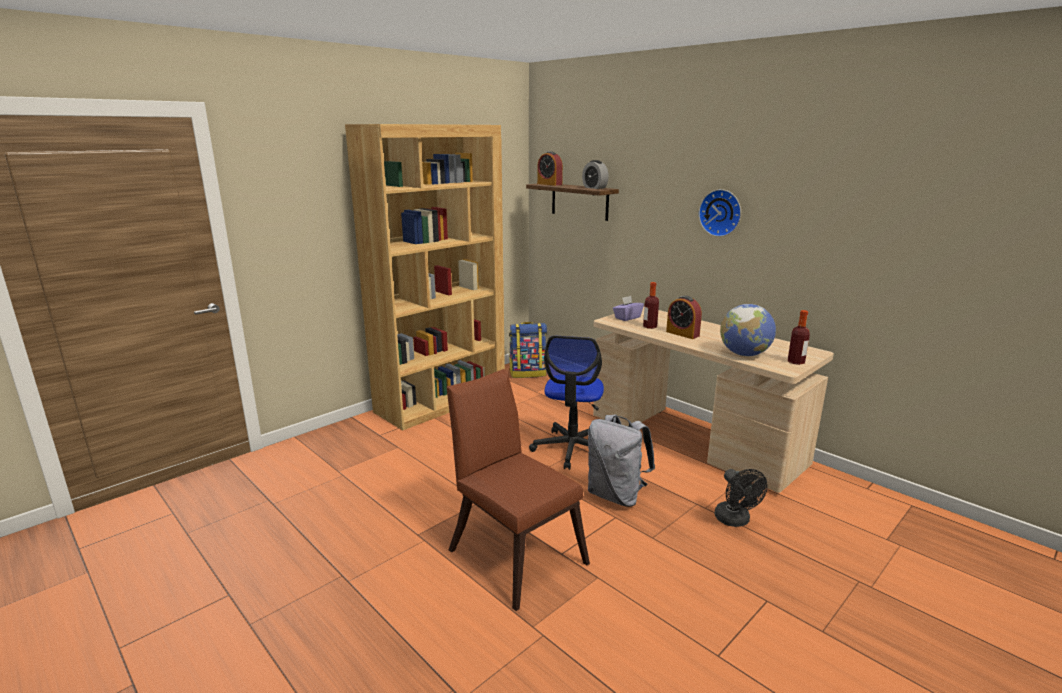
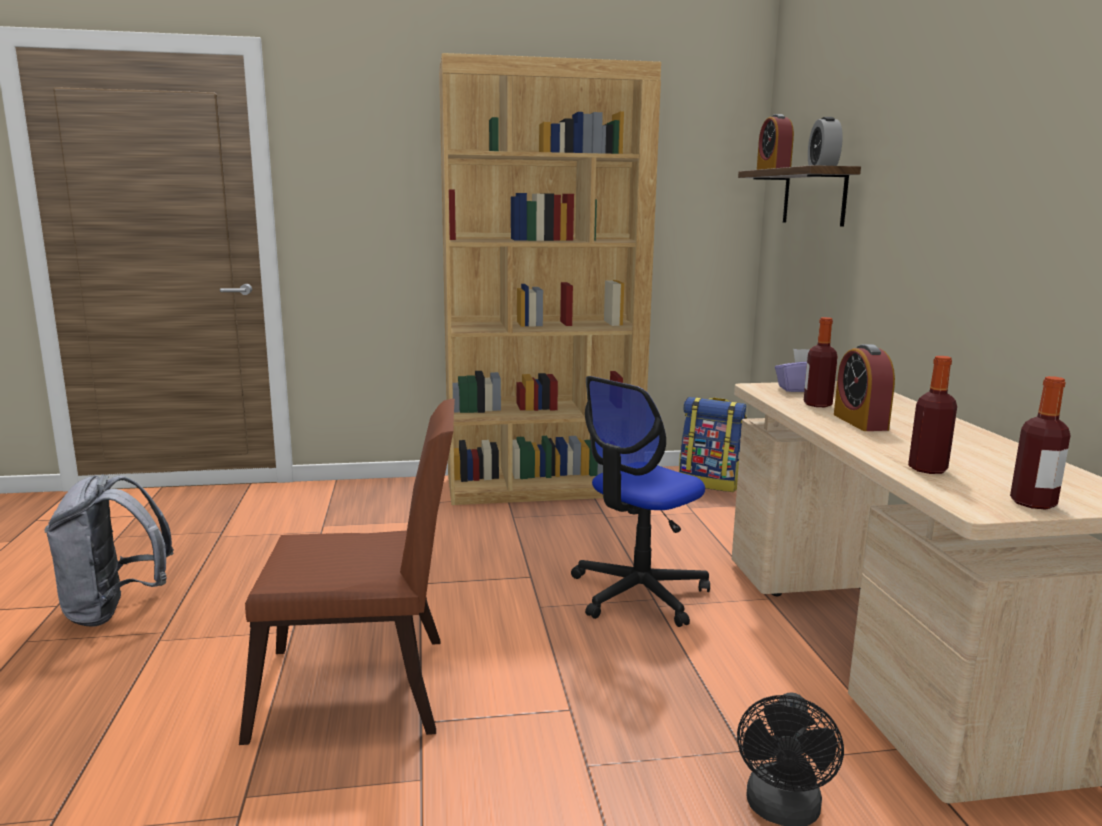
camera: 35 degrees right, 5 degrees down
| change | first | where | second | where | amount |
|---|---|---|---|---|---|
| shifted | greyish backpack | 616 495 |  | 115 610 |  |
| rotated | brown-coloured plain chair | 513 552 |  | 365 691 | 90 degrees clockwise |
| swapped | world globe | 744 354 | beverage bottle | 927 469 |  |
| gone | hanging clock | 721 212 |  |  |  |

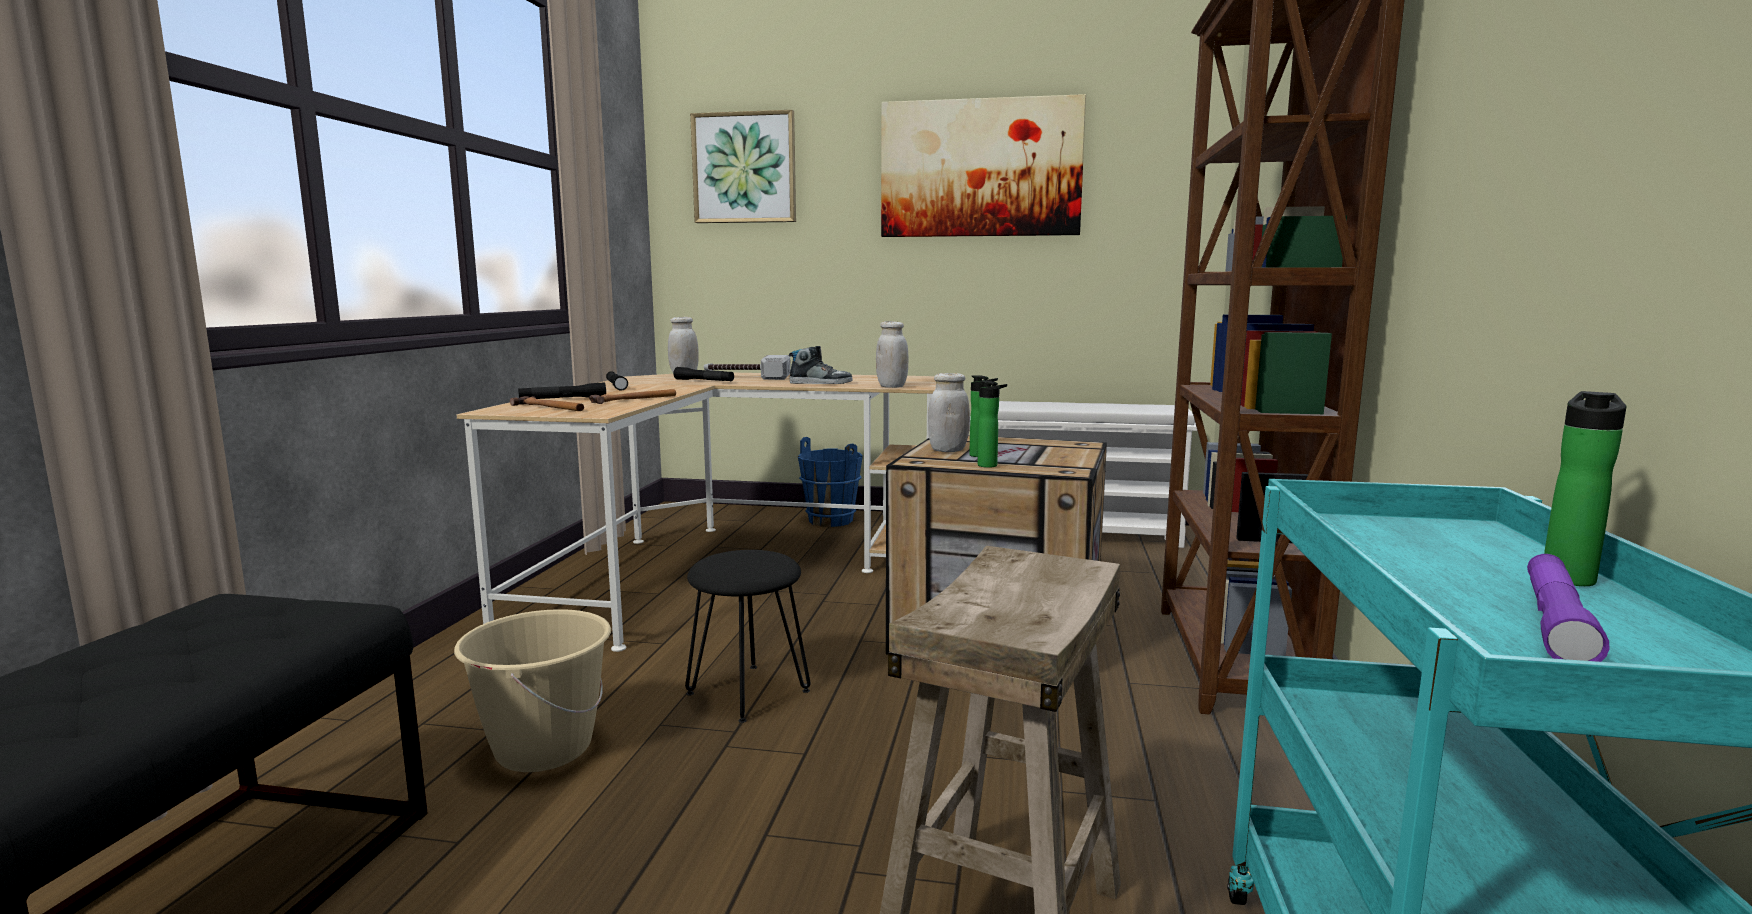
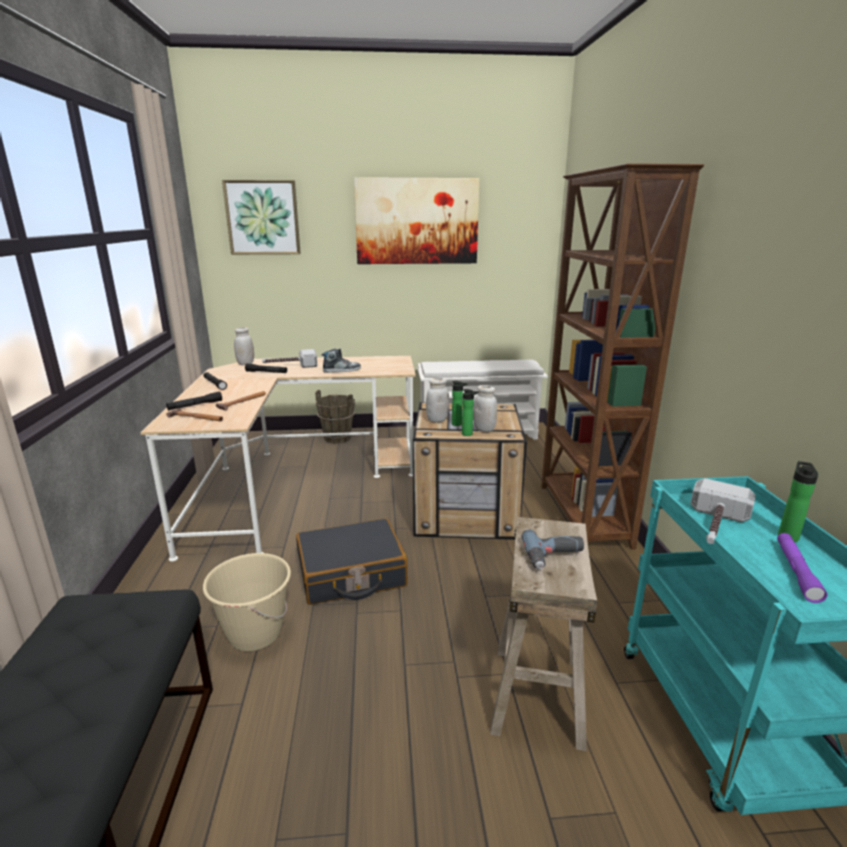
camera: 15 degrees left, 10 degrees up
| change | first | where | second | where | amount |
|---|---|---|---|---|---|
| swapped | black sitting stool | 749 692 | black piece of luggage | 351 574 |  |
| repainted | bluish water bucket | 831 520 | brown-coloured water bucket | 337 438 |  |
| shifted | white-coloured jar | 892 386 |  | 484 429 |  |
| new |  |  | power drill | 554 556 |  |
| new |  |  | tool hammer | 715 527 |  |

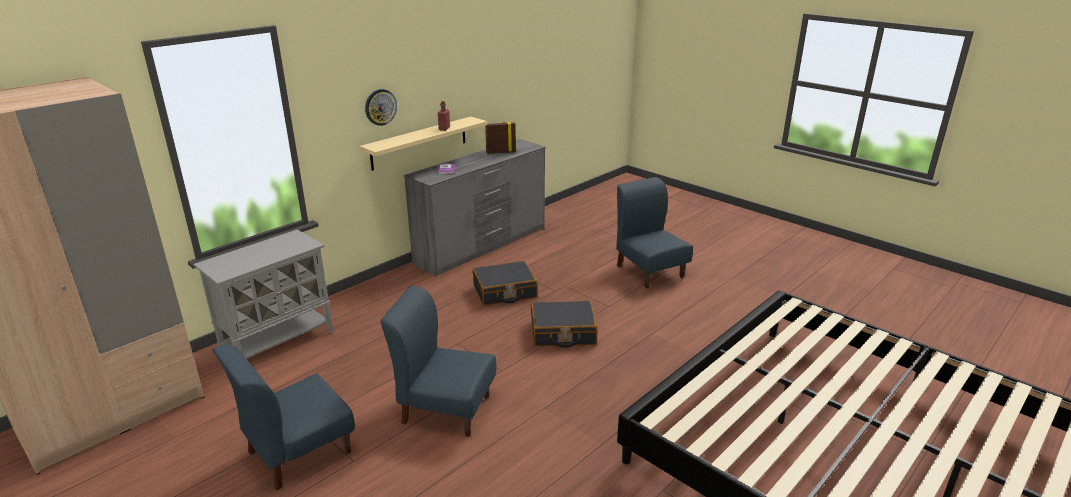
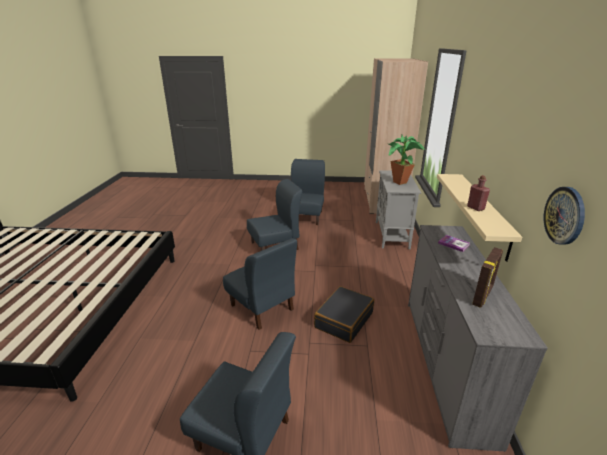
camera: 140 degrees right, 0 degrees up
| change | first | where | second | where | amount |
|---|---|---|---|---|---|
| swapped | black piece of luggage | 563 333 | bluish plain chair | 262 307 |  |
| new |  |  | houseplant | 400 183 |  |
| shifted | hanging clock | 380 107 |  | 564 215 |  |

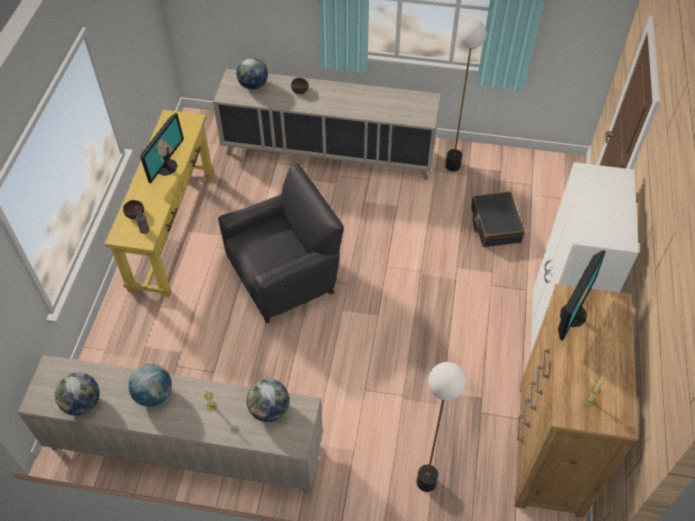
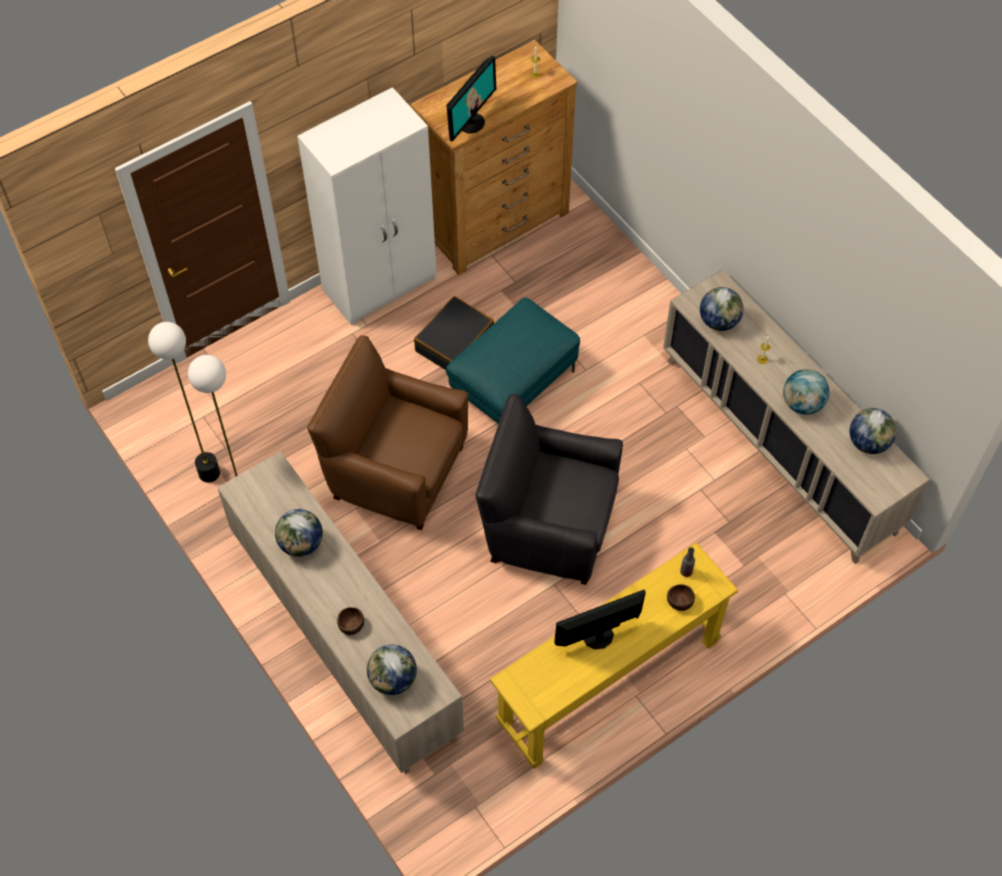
camera: 135 degrees left, 5 degrees up
| change | first | where | second | where | amount |
|---|---|---|---|---|---|
| shifted | standing lamp | 426 482 |  | 209 473 |  |
| new |  |  | world globe | 301 544 |  |
| new |  |  | brown-coloured easy chair | 396 470 |  |
| shifted | black piece of luggage | 495 225 |  | 455 343 |  |
| new |  |  | turquoise-coloured footrest | 513 383 |  |
| rotated | computer screen | 572 314 |  | 471 122 | 135 degrees clockwise |

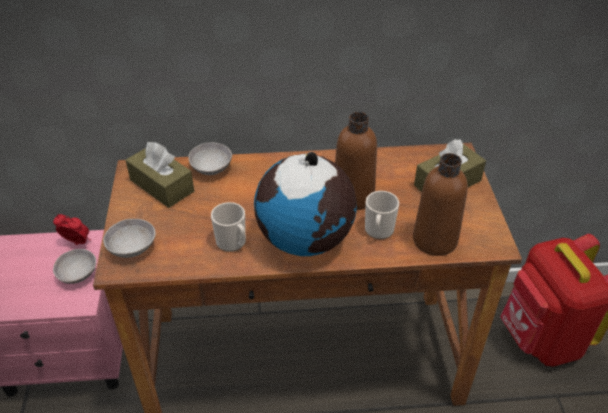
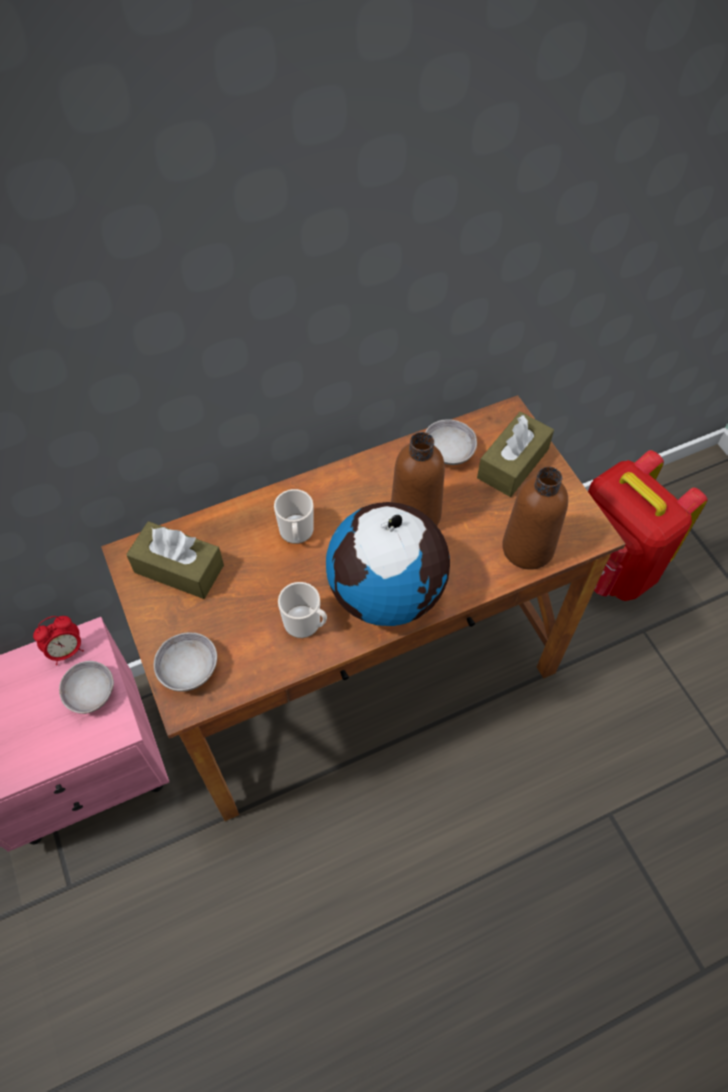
camera: 20 degrees left, 15 degrees up
| change | first | where | second | where | amount |
|---|---|---|---|---|---|
| rotated | bedside clock | 77 243 |  | 66 651 | 150 degrees clockwise |
| shifted | mug | 378 231 |  | 296 533 |  |
| shifted | greyish bowl | 211 168 |  | 448 452 |  |

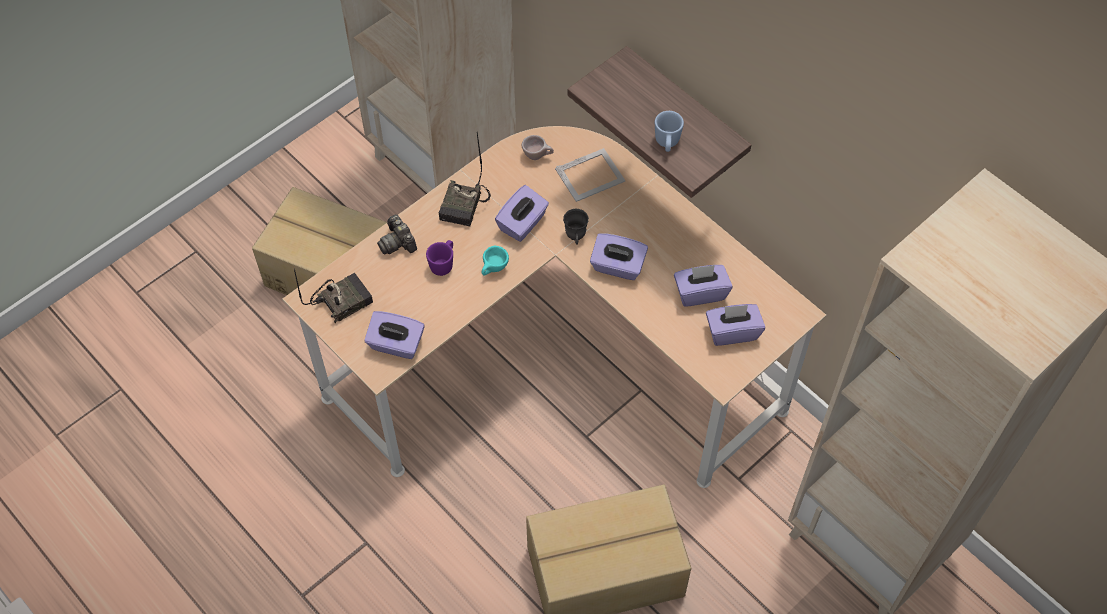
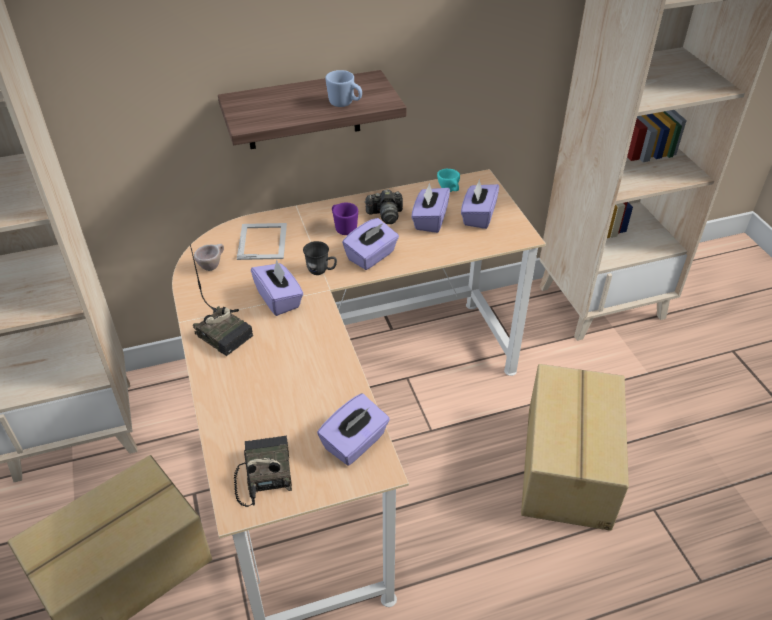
camera: 65 degrees left, 15 degrees down
| change | first | where | second | where | amount |
|---|---|---|---|---|---|
| shifted | purple mug | 443 264 |  | 343 228 |  |
| shifted | still camera | 397 242 |  | 385 215 |  |
| shifted | turquoise-coloured drinking cup | 494 270 |  | 450 191 |  |

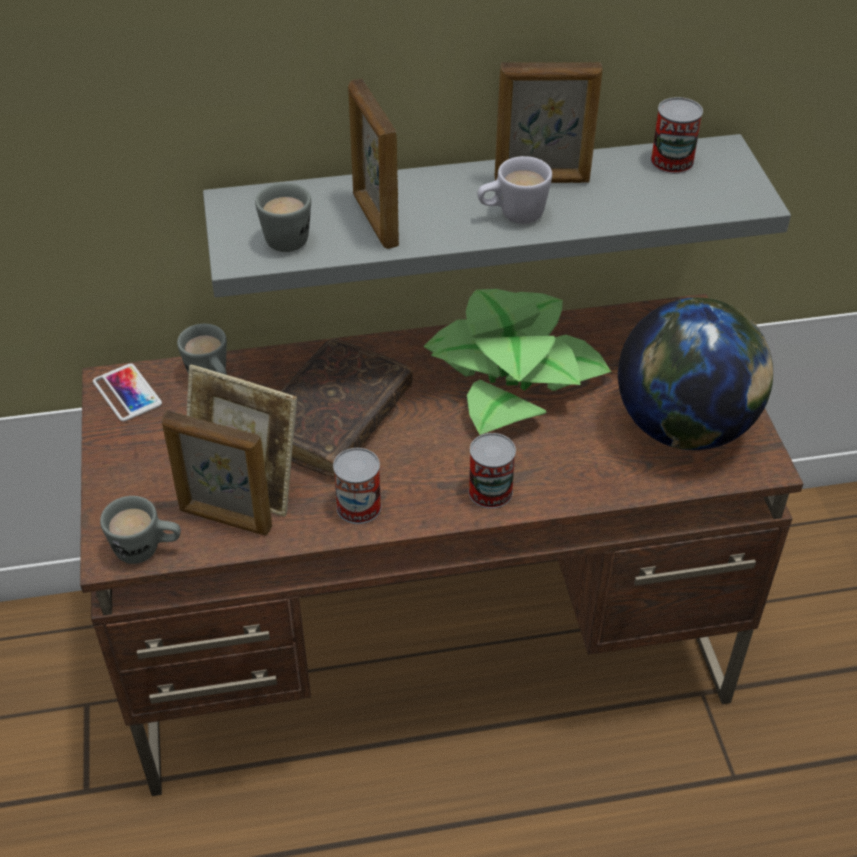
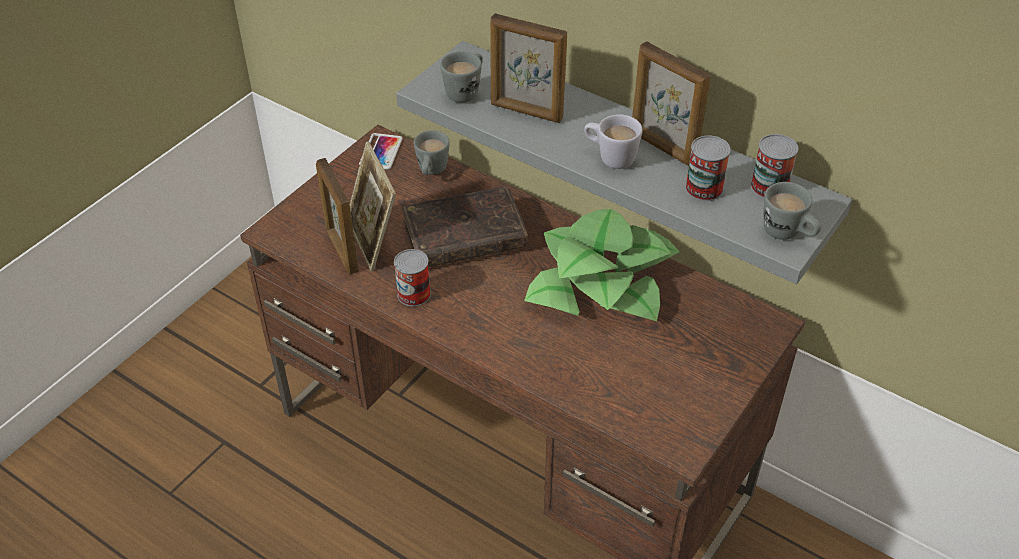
camera: 45 degrees right, 0 degrees up
| change | first | where | second | where | amount |
|---|---|---|---|---|---|
| rotated | picture frame | 375 220 |  | 526 112 | 90 degrees counterclockwise |
| shifted | sealed can | 490 491 |  | 704 188 |  |
| shifted | greyish mug | 147 550 |  | 788 234 |  |
| gone | world globe | 684 428 |  |  |  |

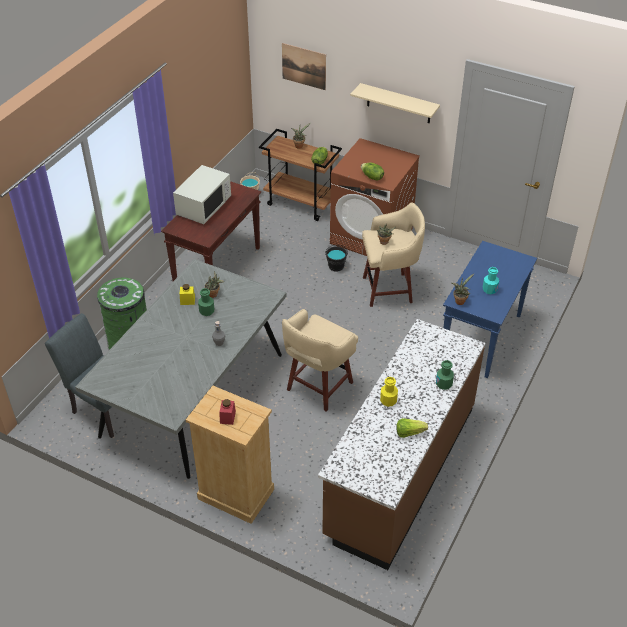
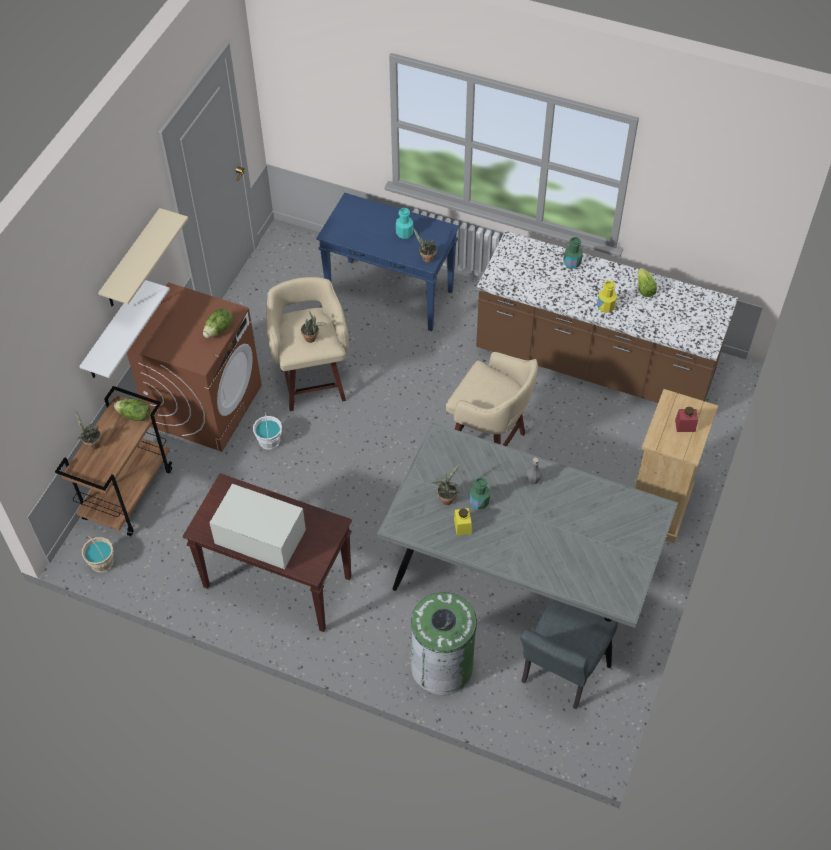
camera: 95 degrees left, 10 degrees up
| change | first | where | second | where | amount |
|---|---|---|---|---|---|
| new |  |  | white-coloured shelf | 114 332 |  |
| repainted | black water bucket | 336 266 | white-coloured water bucket | 269 441 |  |
| gone | wall art | 304 66 |  |  |  |

